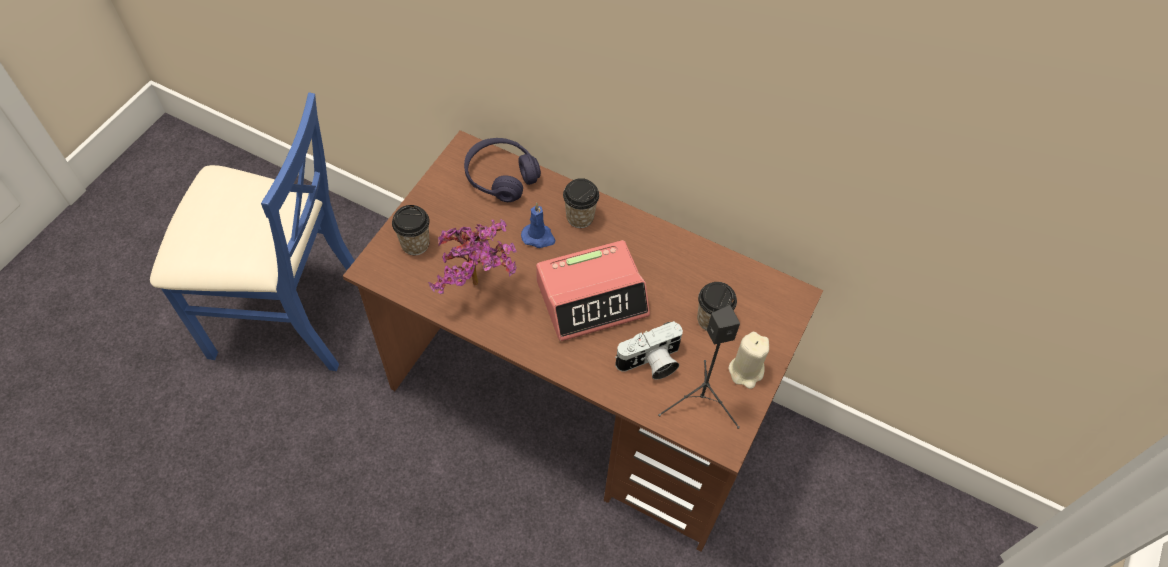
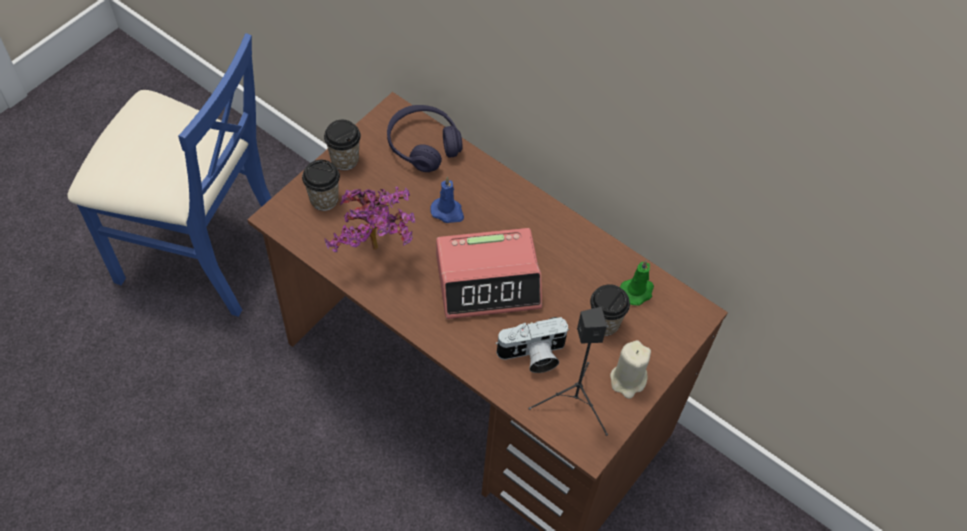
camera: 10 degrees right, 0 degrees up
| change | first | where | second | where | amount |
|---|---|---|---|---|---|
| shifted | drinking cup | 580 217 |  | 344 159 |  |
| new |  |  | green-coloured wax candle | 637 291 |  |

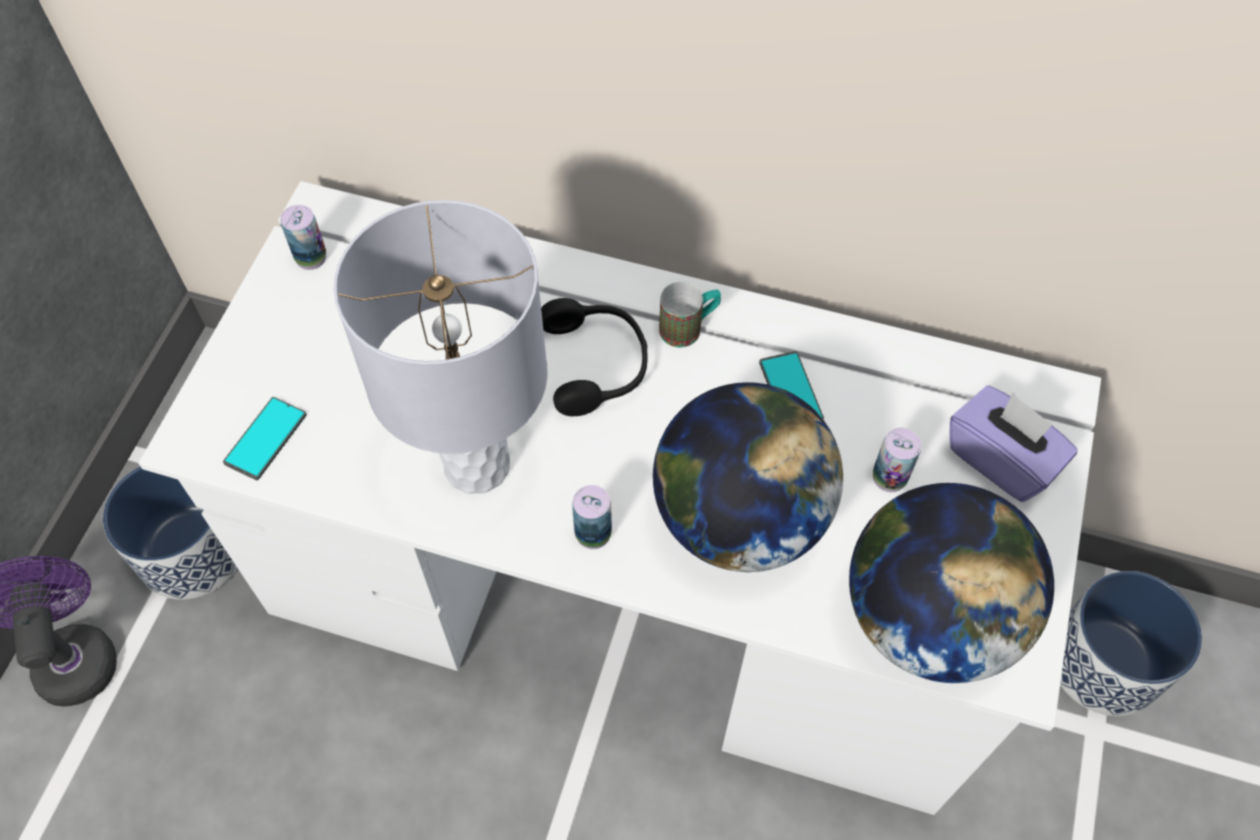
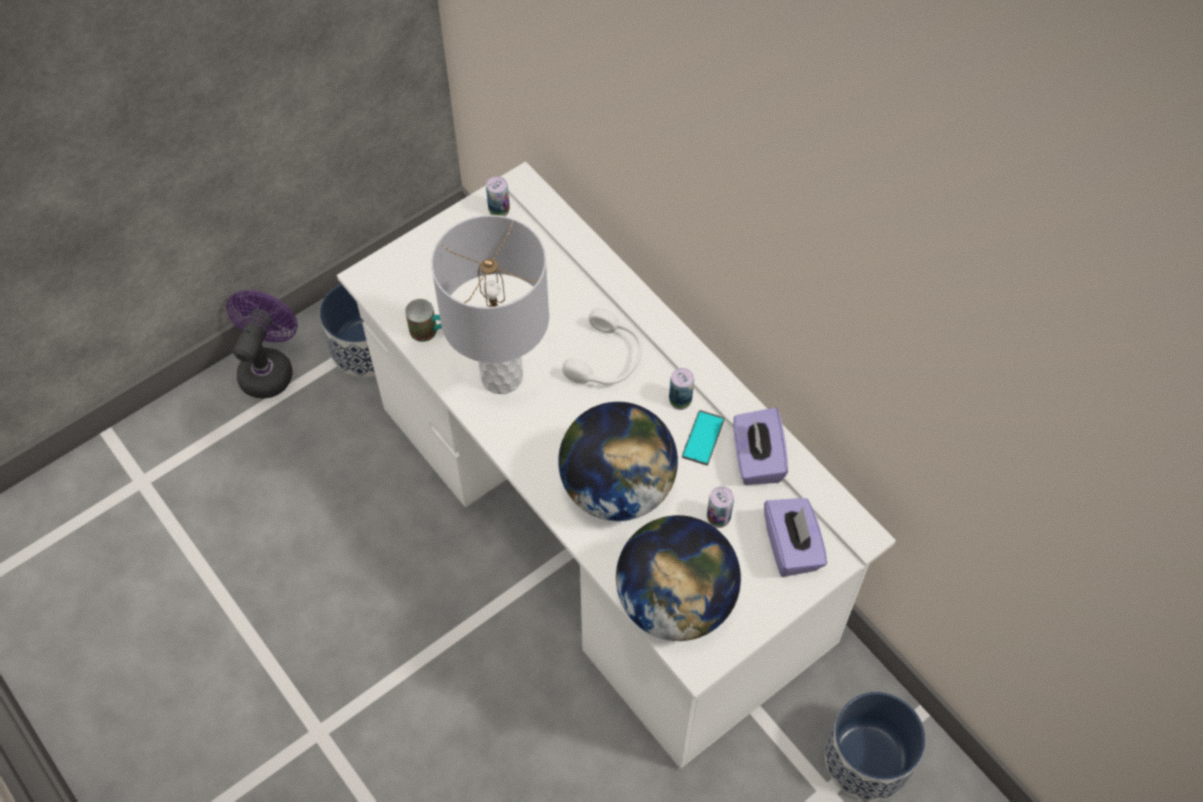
camera: 35 degrees right, 0 degrees up
| change | first | where | second | where | amount |
|---|---|---|---|---|---|
| shifted | mug | 689 327 |  | 429 331 |  |
| repainted | black headphones | 597 364 | white-coloured headphones | 607 359 |  |
| shifted | sealed can | 593 533 |  | 680 400 |  |
| new |  |  | purple box of tissues | 756 459 |  |
| gone | telephone | 266 439 |  |  |  |

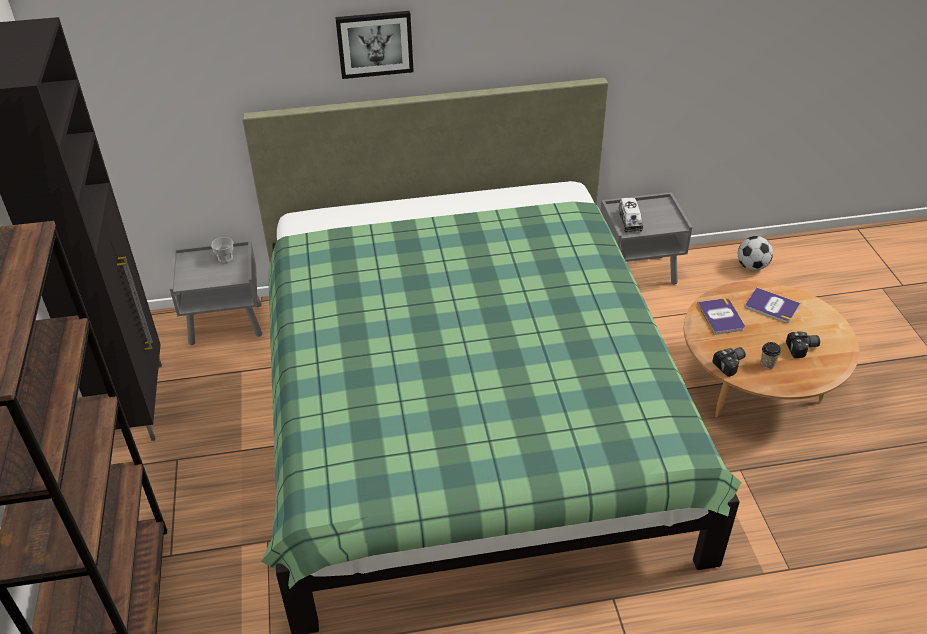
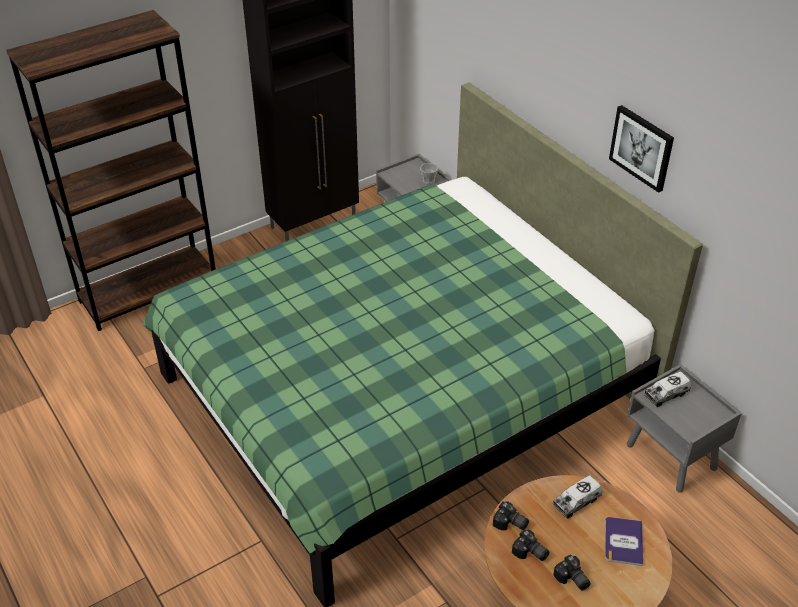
camera: 65 degrees right, 0 degrees up
| change | first | where | second | where | amount |
|---|---|---|---|---|---|
| swapped | drinking cup | 767 364 | still camera | 530 553 |  |
| swapped | bound book | 720 317 | toy truck | 576 502 |  |
| shifted | wall art | 375 44 |  | 642 147 |  |
| gone | football ball | 751 267 |  |  |  |

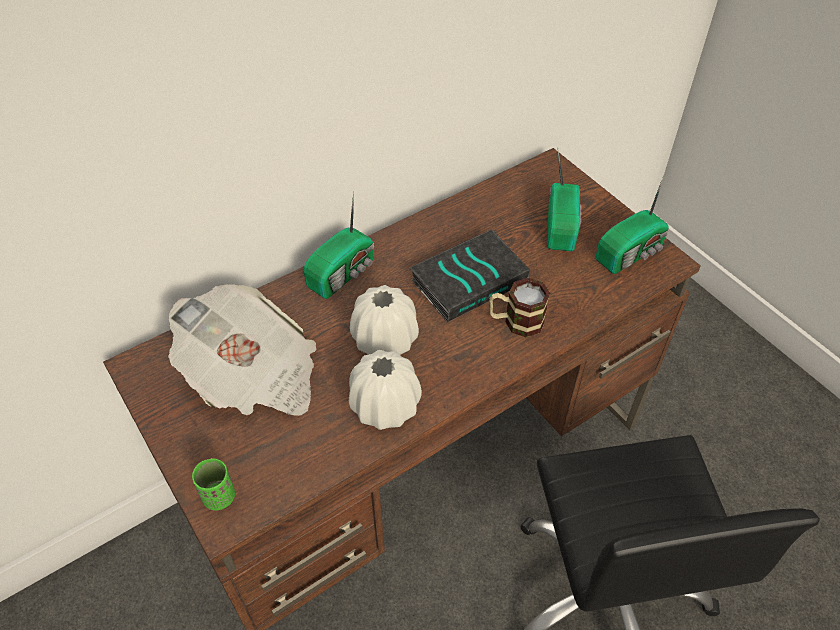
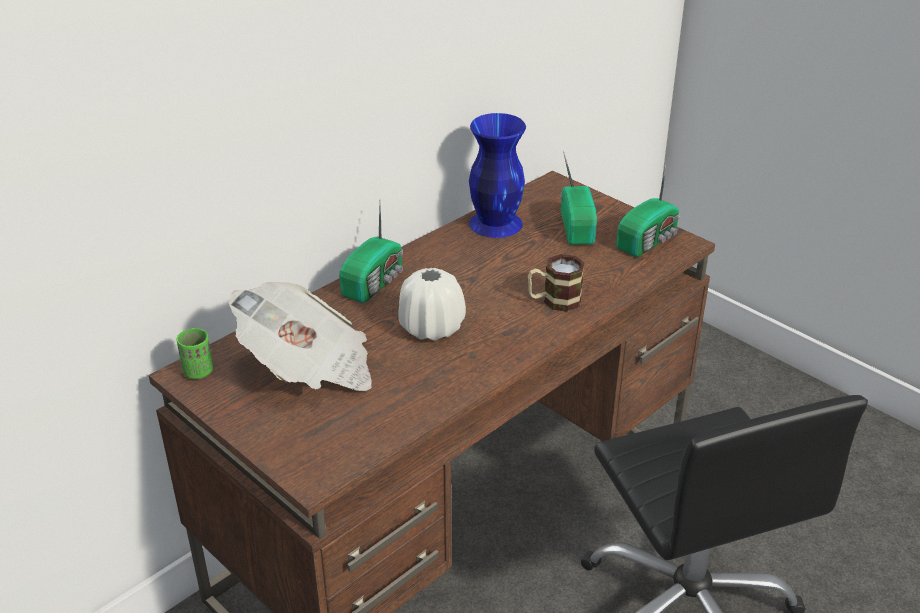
camera: 10 degrees left, 15 degrees down
| change | first | where | second | where | amount |
|---|---|---|---|---|---|
| shifted | green-coloured drinking cup | 219 496 |  | 198 372 |  |
| new |  |  | bluish flower vase | 494 223 |  |
| gone | white-coloured flower vase | 385 406 |  |  |  |
| gone | bound book | 469 279 |  |  |  |

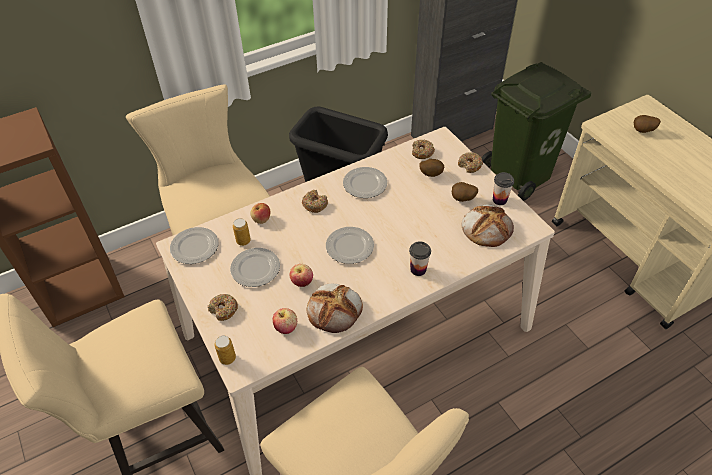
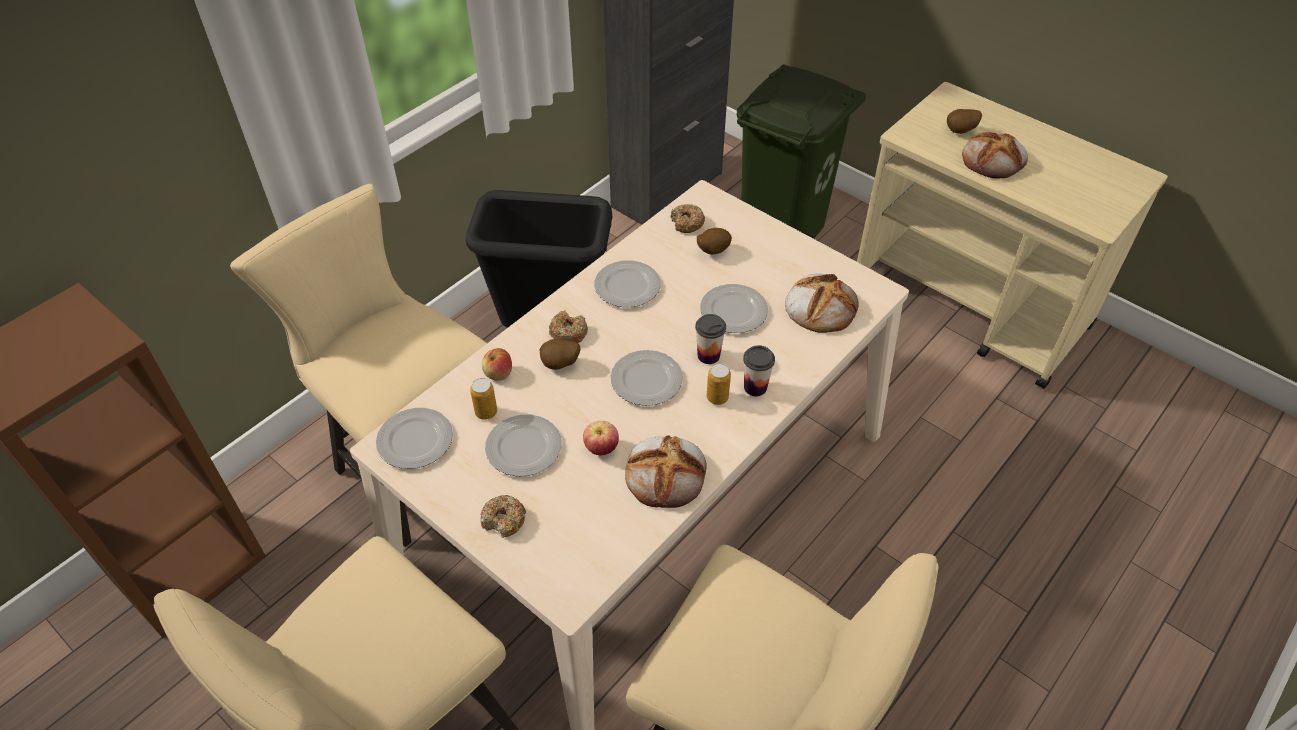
camera: 20 degrees left, 0 degrees up
| change | first | where | second | where | amount |
|---|---|---|---|---|---|
| shifted | whole potato | 462 199 |  | 560 365 |  |
| shifted | drinking cup | 499 200 |  | 708 355 |  |
| new |  |  | flat dish | 733 311 |  |
| shifted | sealed can | 227 358 |  | 717 397 |  |
| new |  |  | baked bread | 993 159 |  |
| gone | apple fruit | 286 328 |  |  |  |
| gone | ring doughnut | 470 165 |  |  |  |

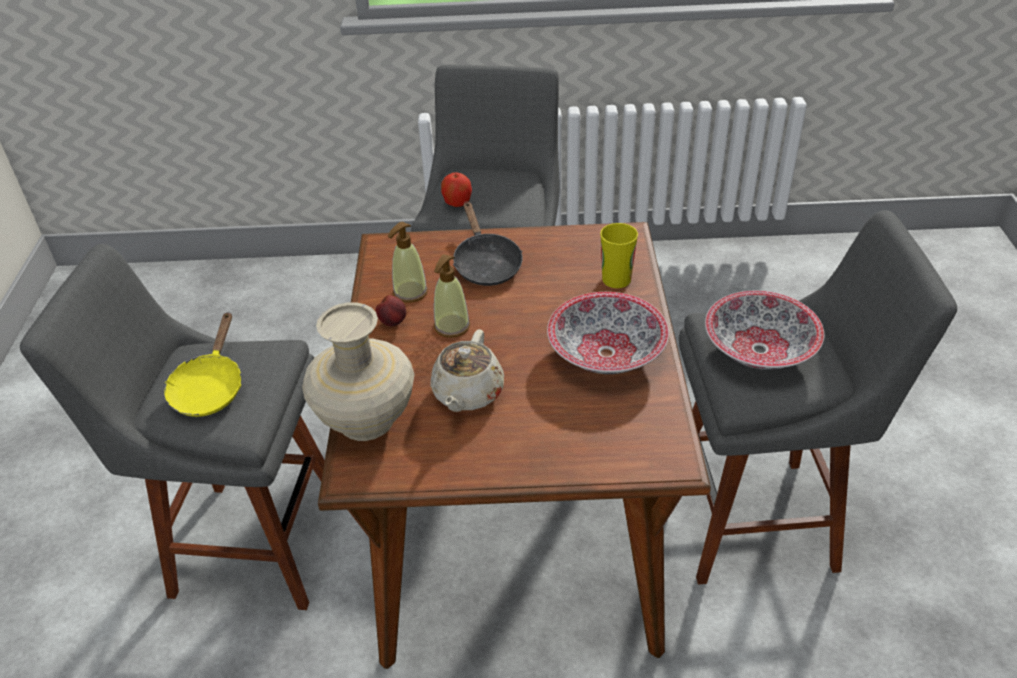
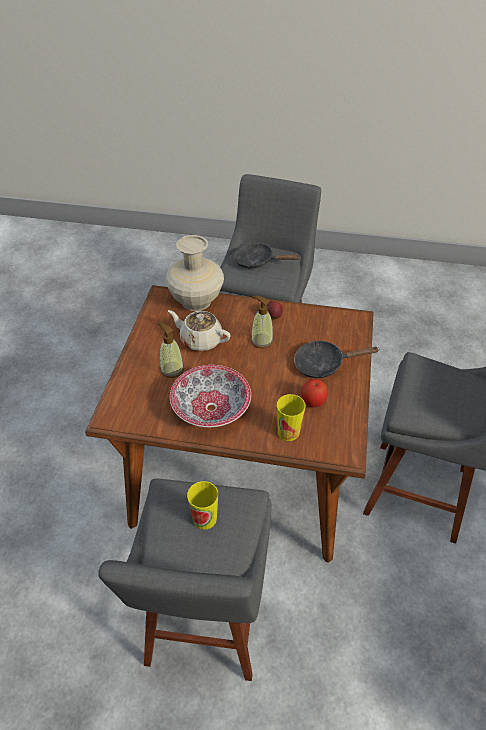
camera: 100 degrees right, 5 degrees up
| change | first | where | second | where | amount |
|---|---|---|---|---|---|
| shifted | liquid soap bottle | 410 292 |  | 172 369 |  |
| swapped | bowl | 760 350 | drinking cup | 205 518 |  |
| repainted | yellow-coloured pan | 209 387 | black pan | 258 262 |  |
| shifted | apple fruit | 457 203 |  | 313 402 |  |

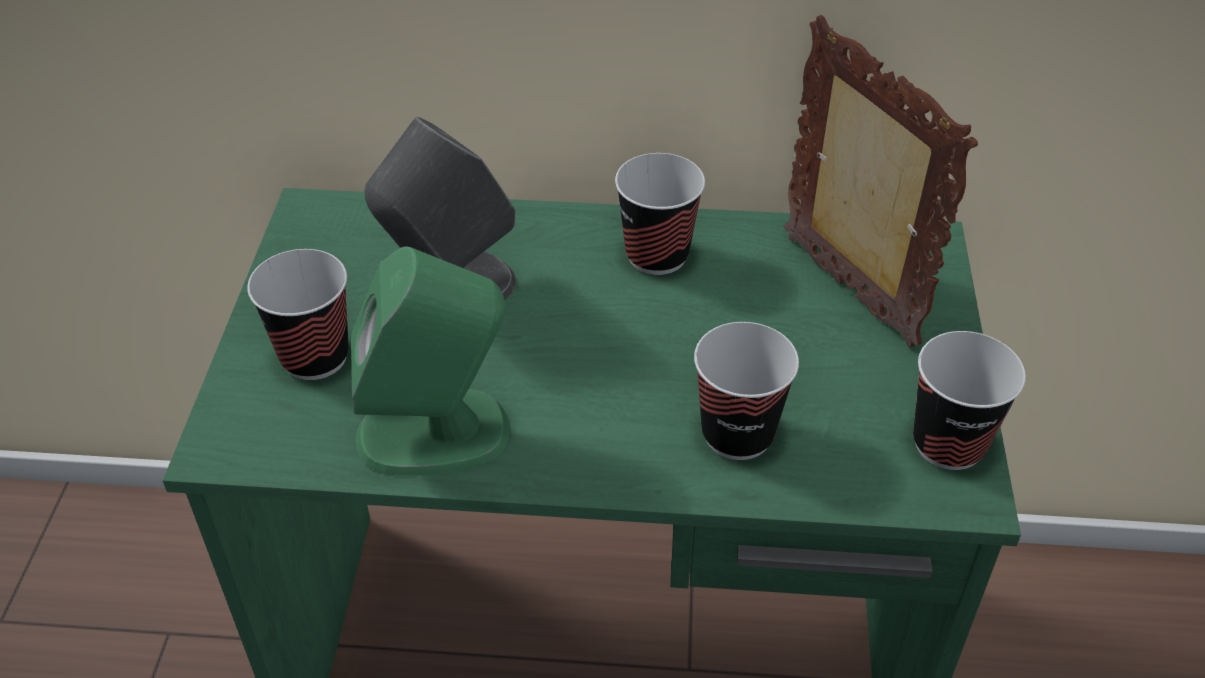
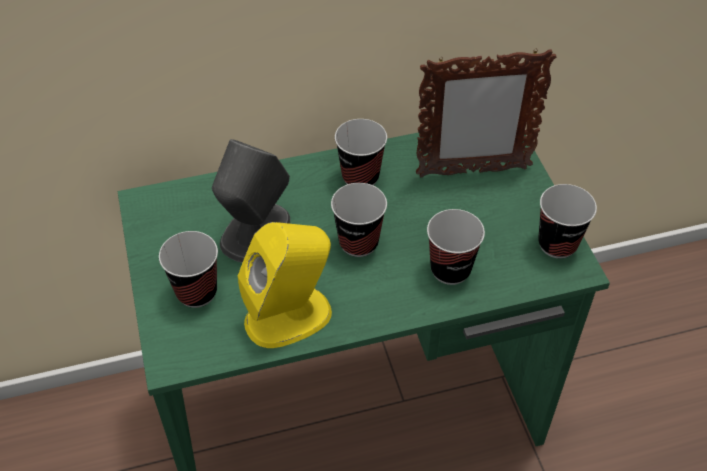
camera: 20 degrees left, 5 degrees up
| change | first | where | second | where | amount |
|---|---|---|---|---|---|
| repainted | green-coloured audio speaker | 435 432 | yellow-coloured audio speaker | 289 316 |  |
| new |  |  | drinking cup | 358 242 |  |
| rotated | picture frame | 847 292 |  | 472 172 | 135 degrees clockwise |

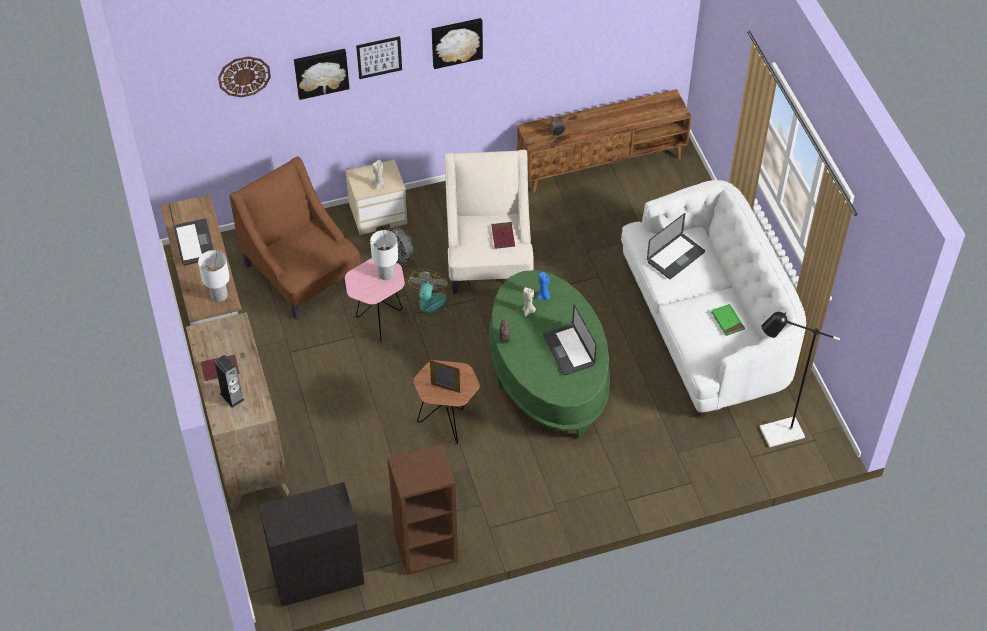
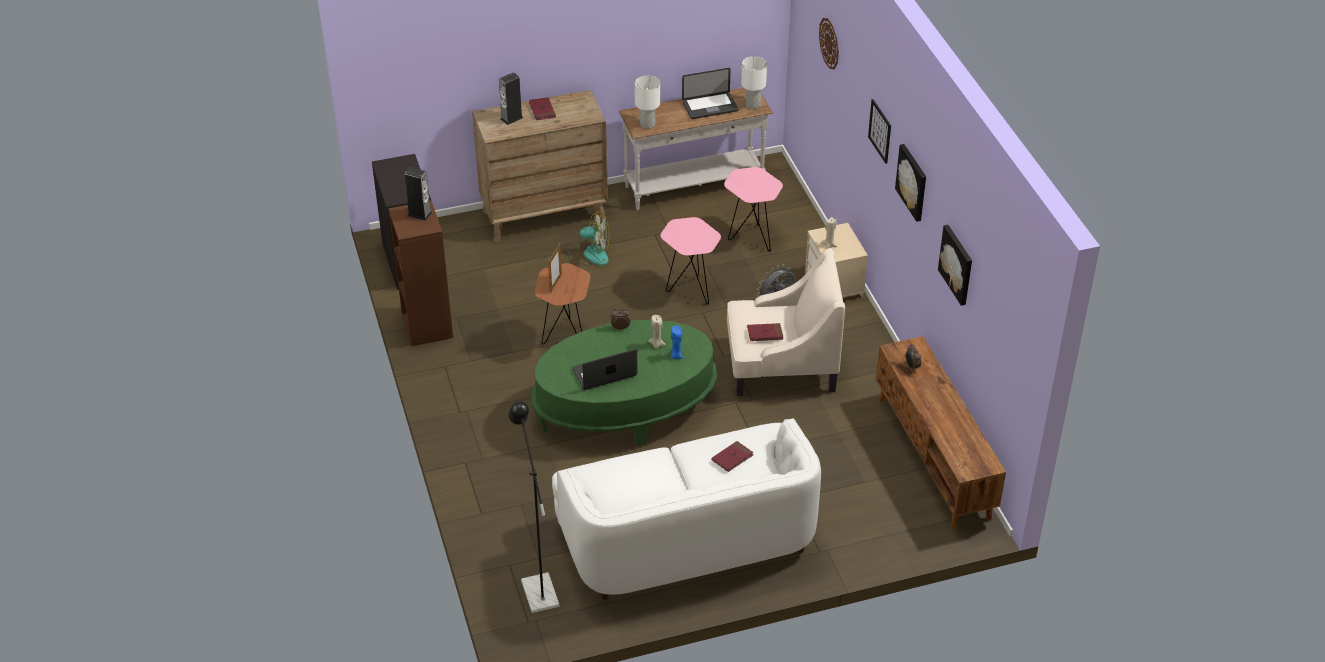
camera: 90 degrees right, 10 degrees down
| change | first | where | second | where | amount |
|---|---|---|---|---|---|
| new |  |  | audio speaker | 419 214 |  |
| shifted | electric fan | 431 308 |  | 589 255 |  |
| swapped | laptop | 675 257 | red-coloured bound book | 732 458 |  |
| swapped | brown-coloured easy chair | 302 274 | pink side table | 751 237 |  |
| shifted | white-coloured lamp for a table | 386 274 |  | 753 105 |  |
| shifted | wall art | 321 72 |  | 957 264 |  |
| gone | green-coloured bound book | 727 321 |  |  |  |

